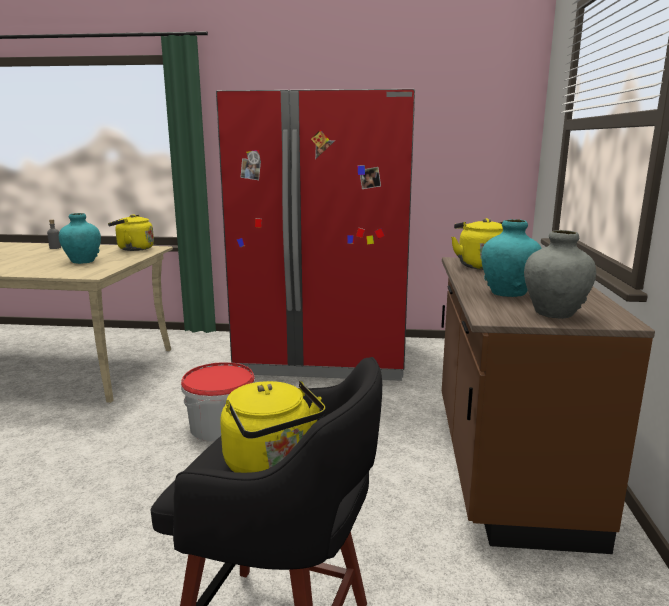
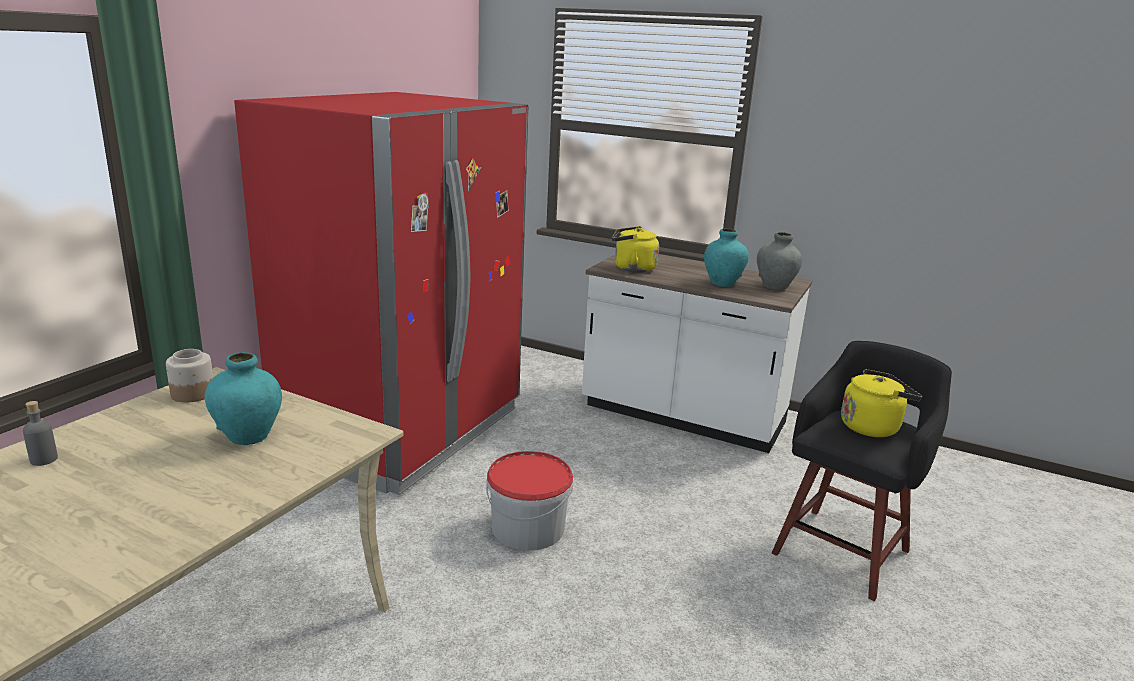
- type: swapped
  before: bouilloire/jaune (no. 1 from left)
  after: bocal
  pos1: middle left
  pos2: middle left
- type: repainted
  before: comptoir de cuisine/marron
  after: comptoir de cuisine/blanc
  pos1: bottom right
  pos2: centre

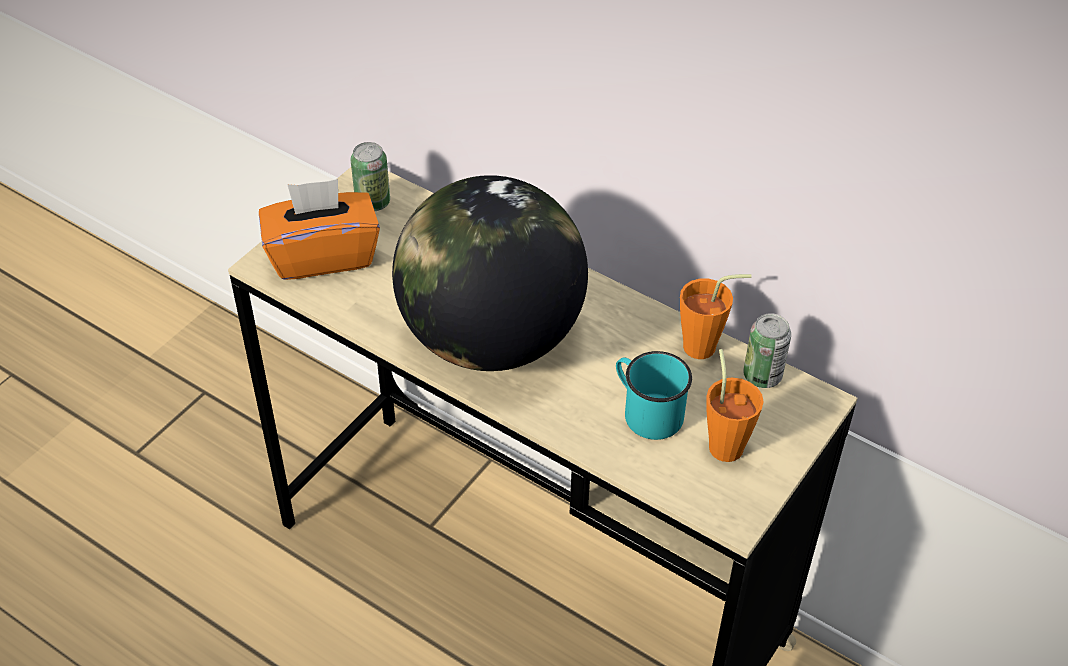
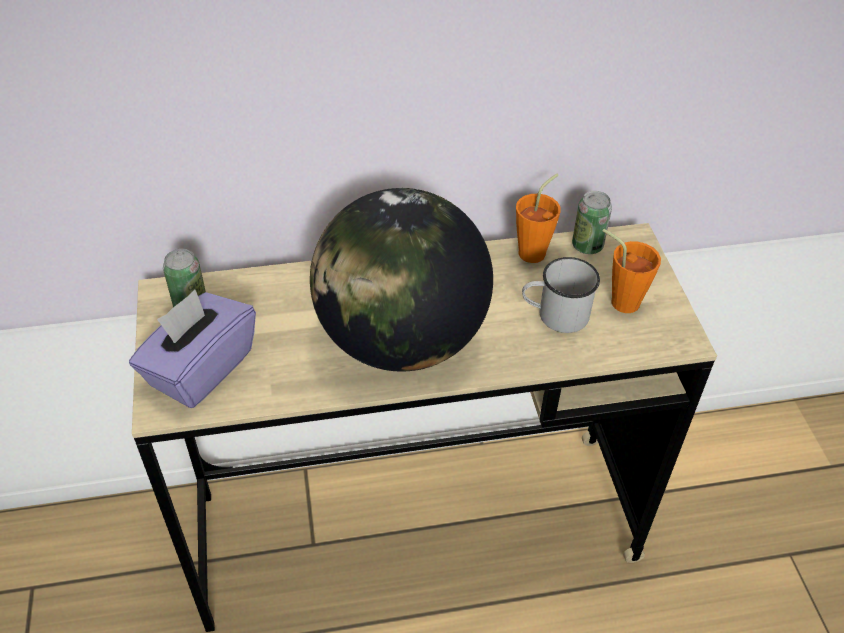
- type: repainted
  before: boîte à mouchoirs/orange
  after: boîte à mouchoirs/violet
  pos1: middle left
  pos2: middle left
- type: repainted
  before: mug/turquoise
  after: mug/blanc
  pos1: centre
  pos2: centre

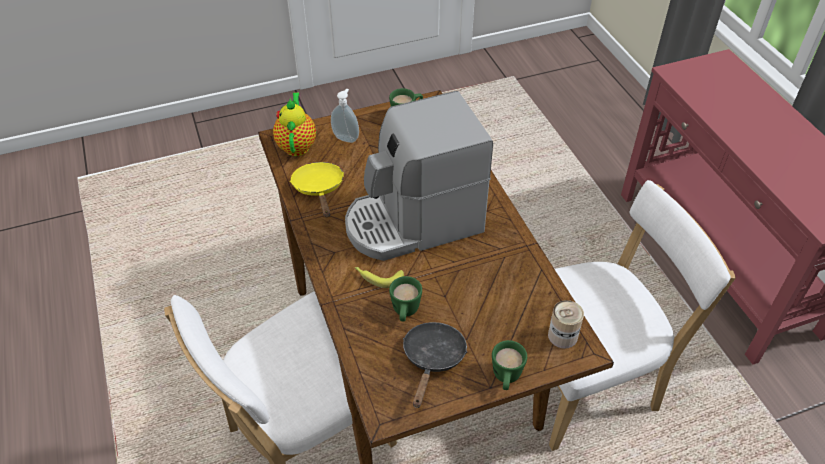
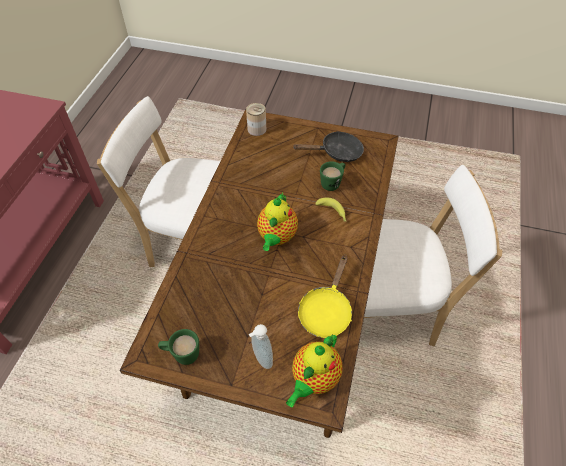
- type: swapped
  before: machine à café
  after: théière (no. 1 from left)
  pos1: centre
  pos2: centre
- type: rotated
  before: poêle/noir
  pos1: bottom centre
  pos2: top centre
  turn: -150
- type: gone
  before: mug/vert (no. 3 from left)
  pos1: bottom centre

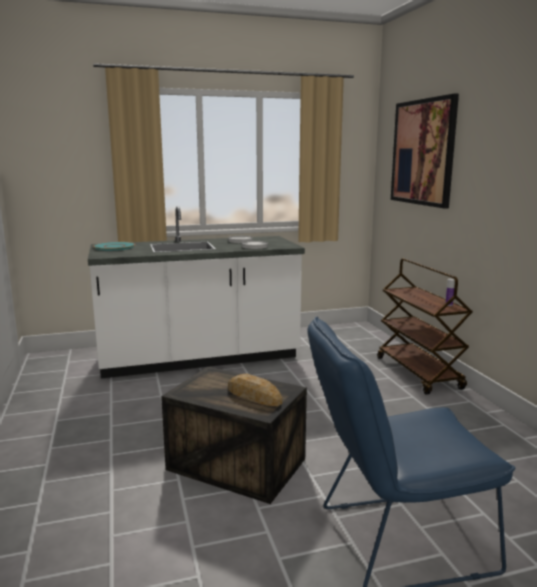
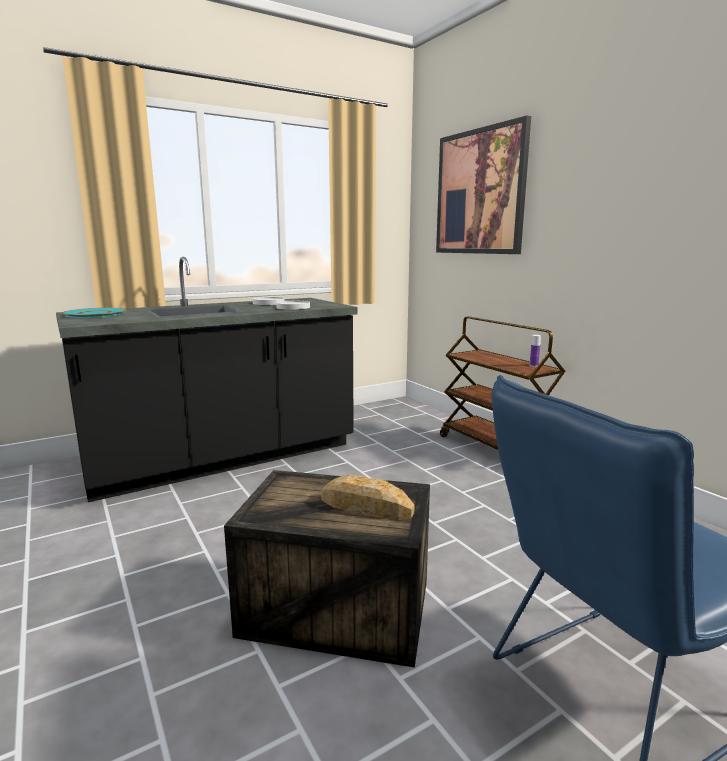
- type: repainted
  before: comptoir de cuisine/blanc
  after: comptoir de cuisine/noir
  pos1: centre
  pos2: middle left

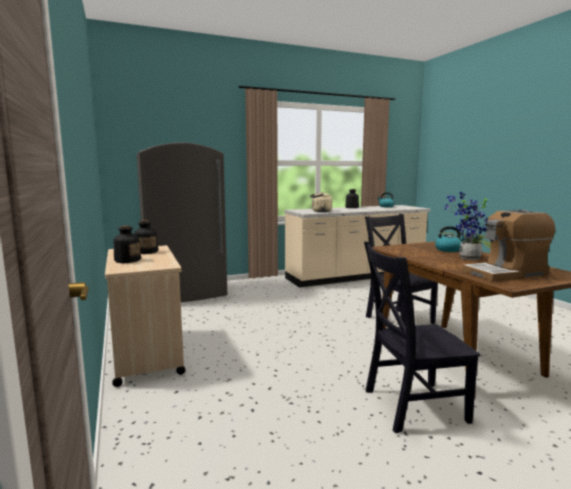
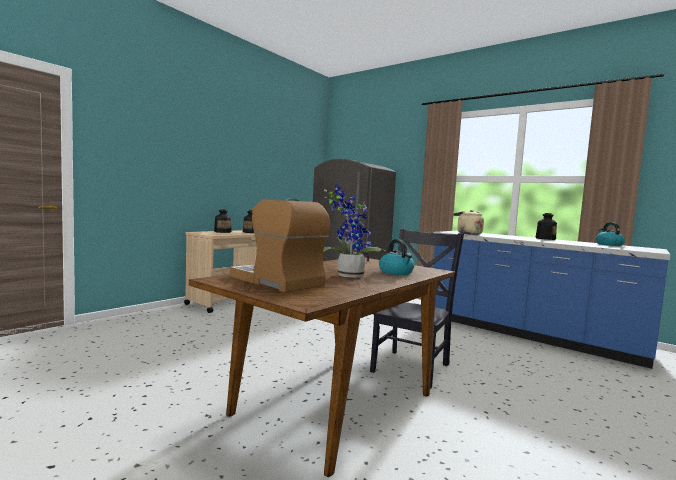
- type: repainted
  before: comptoir de cuisine/beige
  after: comptoir de cuisine/bleu
  pos1: centre
  pos2: middle right
- type: gone
  before: chaise/noir (no. 2 from left)
  pos1: bottom right

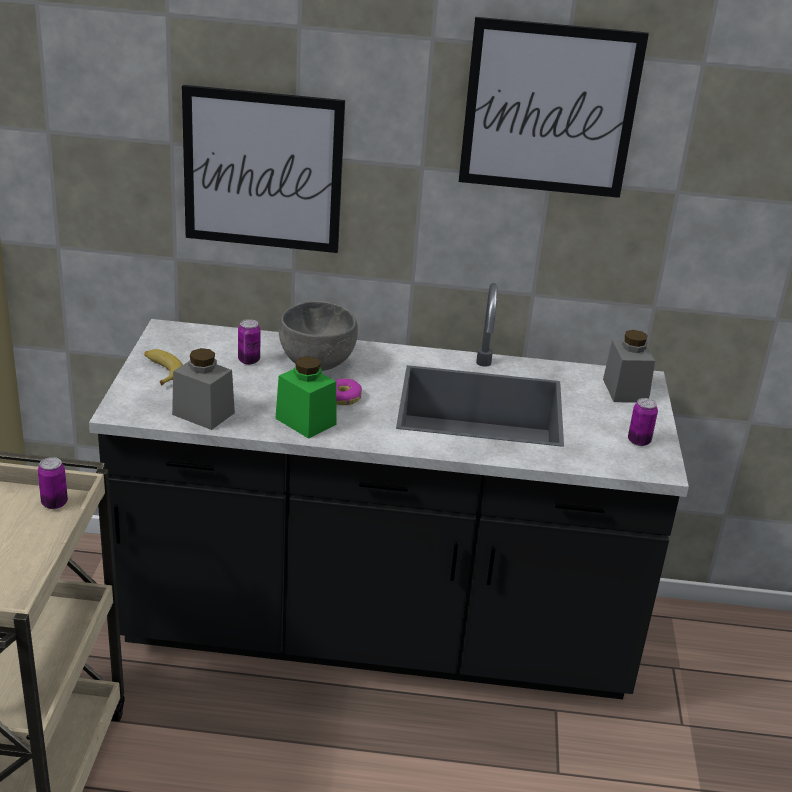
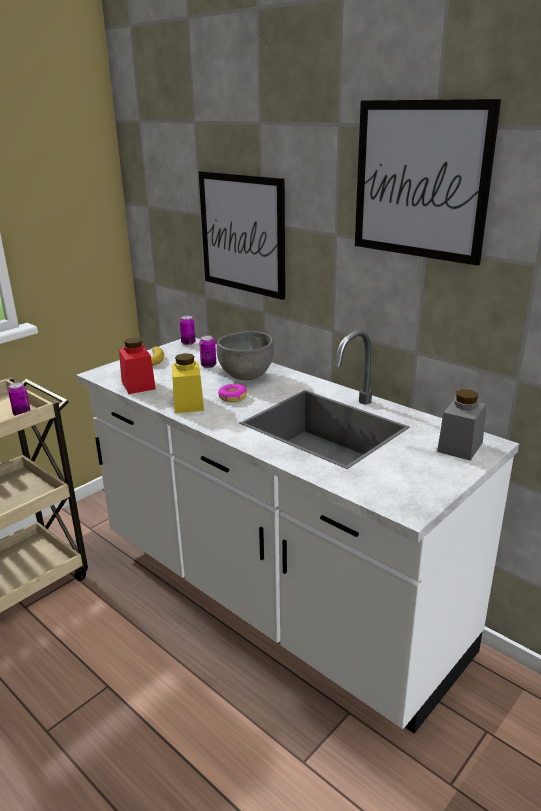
- type: repainted
  before: comptoir de cuisine/noir
  after: comptoir de cuisine/blanc
  pos1: centre
  pos2: centre
- type: repainted
  before: bocal/gris (no. 1 from left)
  after: bocal/rouge
  pos1: middle left
  pos2: middle left
- type: repainted
  before: bocal/vert
  after: bocal/jaune
  pos1: centre
  pos2: centre
- type: shifted
  before: boîte métallique (no. 3 from left in the first image)
  after: boîte métallique (no. 2 from left)
  pos1: middle right
  pos2: centre

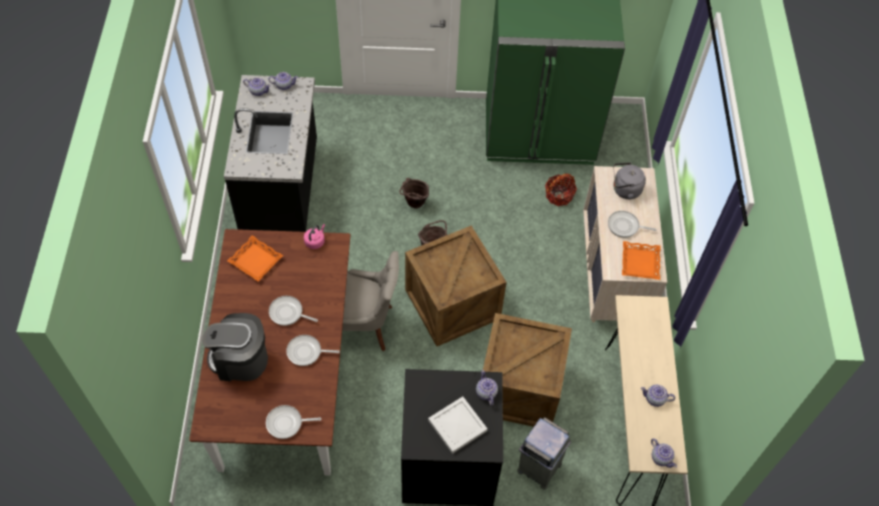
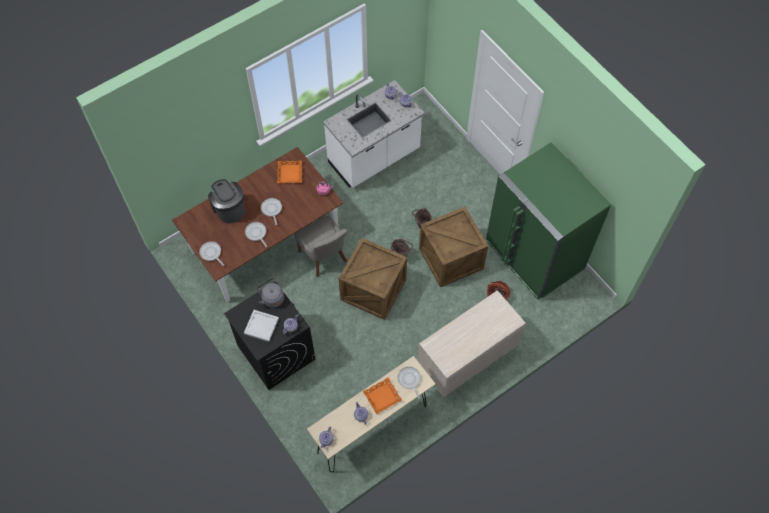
- type: repainted
  before: comptoir de cuisine/noir
  after: comptoir de cuisine/blanc
  pos1: top left
  pos2: top centre
- type: shifted
  before: bouilloire/gris
  pos1: middle right
  pos2: centre
- type: shifted
  before: poêle (no. 4 from left)
  pos1: middle right
  pos2: bottom centre
- type: shifted
  before: plateau/orange (no. 2 from left)
  pos1: middle right
  pos2: bottom centre
- type: shifted
  before: caisse (no. 2 from left)
  pos1: bottom centre
  pos2: centre
- type: gone
  before: poubelle/gris
  pos1: bottom centre

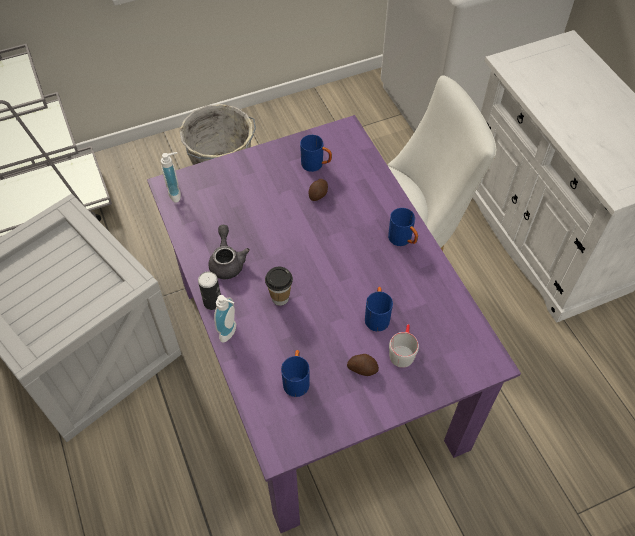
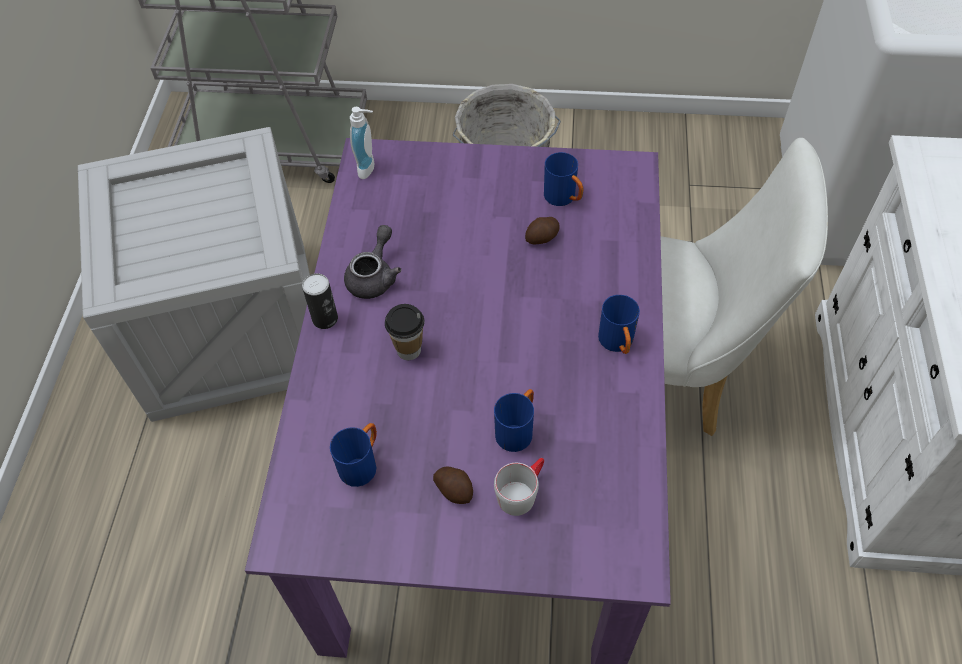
- type: gone
  before: distributeur de savon (no. 2 from left)
  pos1: centre

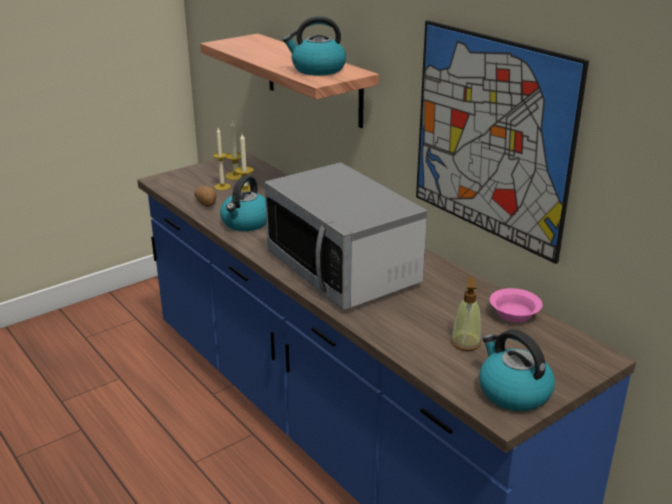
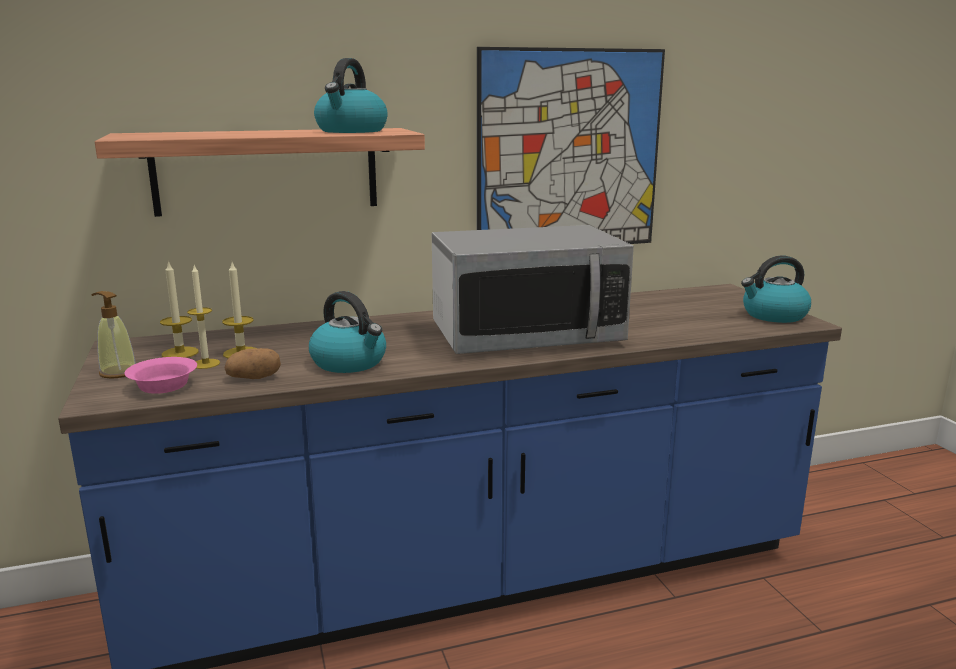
- type: shifted
  before: distributeur de savon
  pos1: middle right
  pos2: middle left
- type: shifted
  before: bol/rose
  pos1: middle right
  pos2: middle left

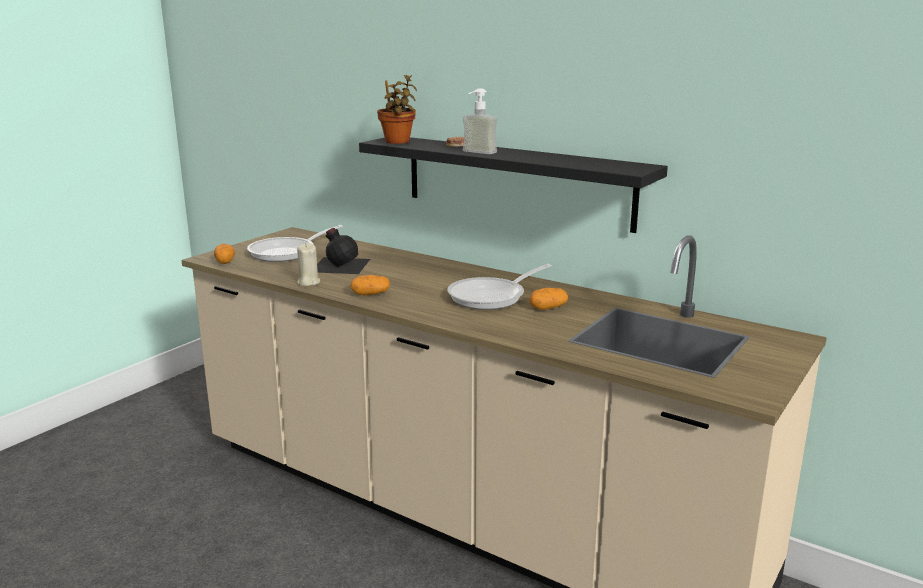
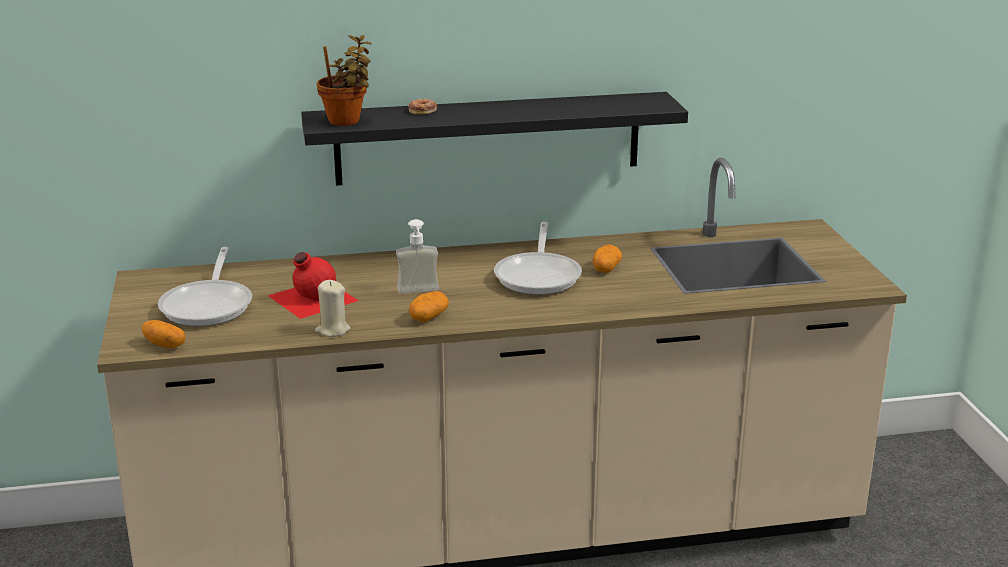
- type: shifted
  before: distributeur de savon
  pos1: top centre
  pos2: centre
- type: repainted
  before: bouteille/noir
  after: bouteille/rouge
  pos1: centre
  pos2: middle left

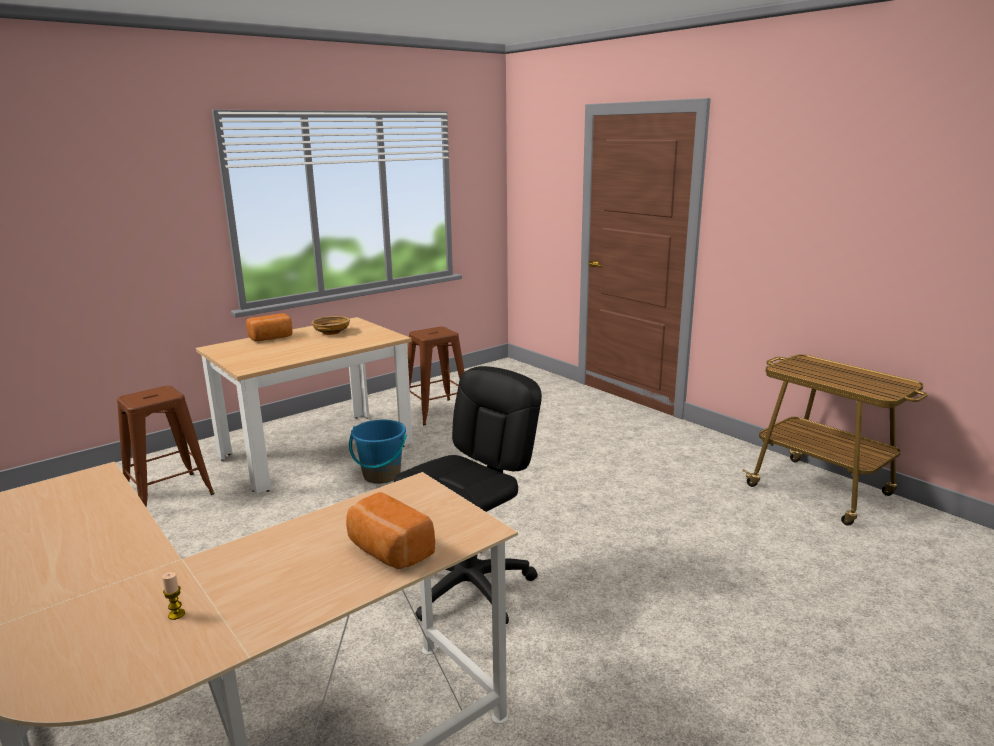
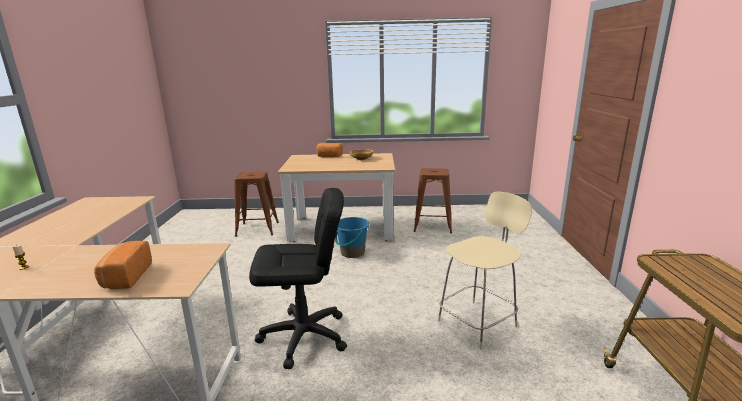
- type: new
  after: chaise/beige
  pos2: bottom centre

